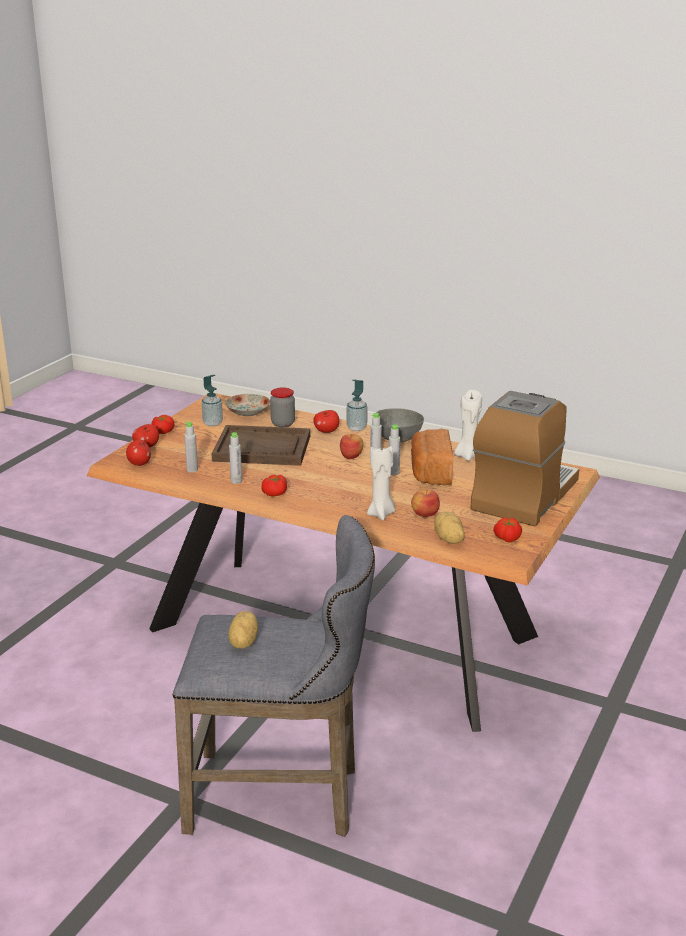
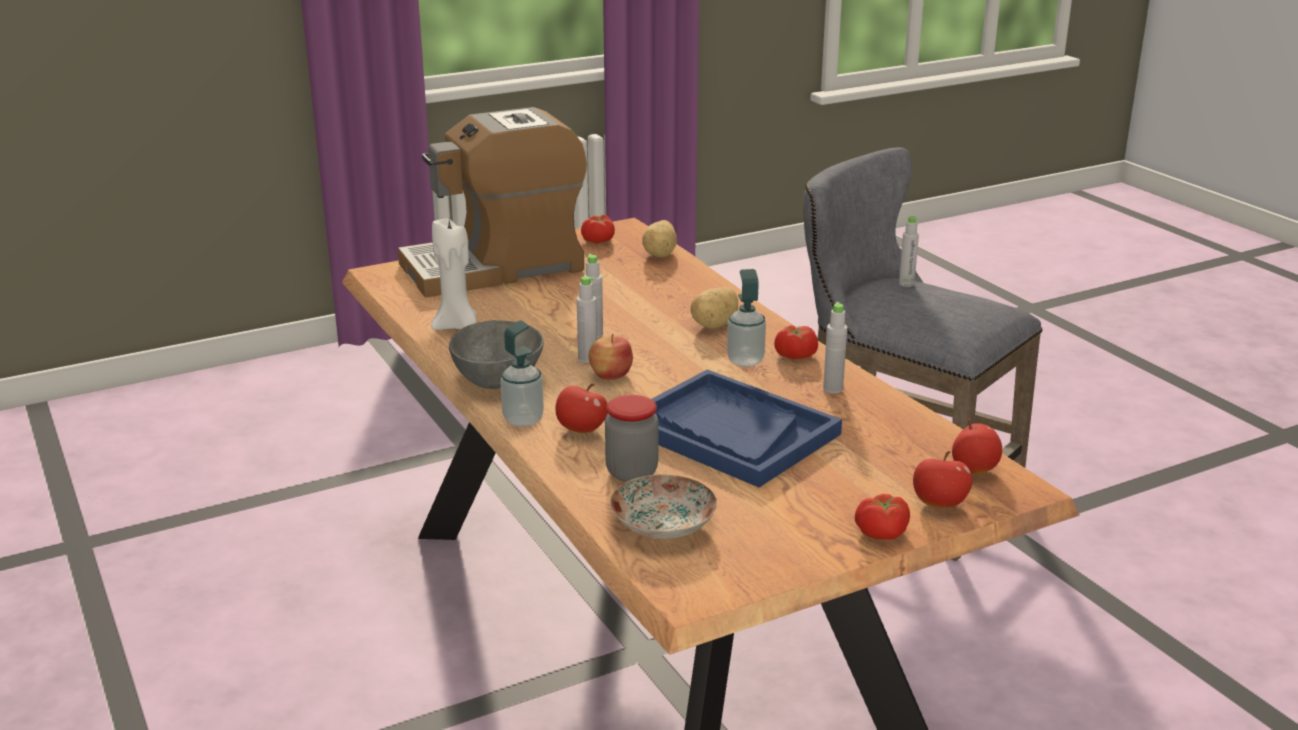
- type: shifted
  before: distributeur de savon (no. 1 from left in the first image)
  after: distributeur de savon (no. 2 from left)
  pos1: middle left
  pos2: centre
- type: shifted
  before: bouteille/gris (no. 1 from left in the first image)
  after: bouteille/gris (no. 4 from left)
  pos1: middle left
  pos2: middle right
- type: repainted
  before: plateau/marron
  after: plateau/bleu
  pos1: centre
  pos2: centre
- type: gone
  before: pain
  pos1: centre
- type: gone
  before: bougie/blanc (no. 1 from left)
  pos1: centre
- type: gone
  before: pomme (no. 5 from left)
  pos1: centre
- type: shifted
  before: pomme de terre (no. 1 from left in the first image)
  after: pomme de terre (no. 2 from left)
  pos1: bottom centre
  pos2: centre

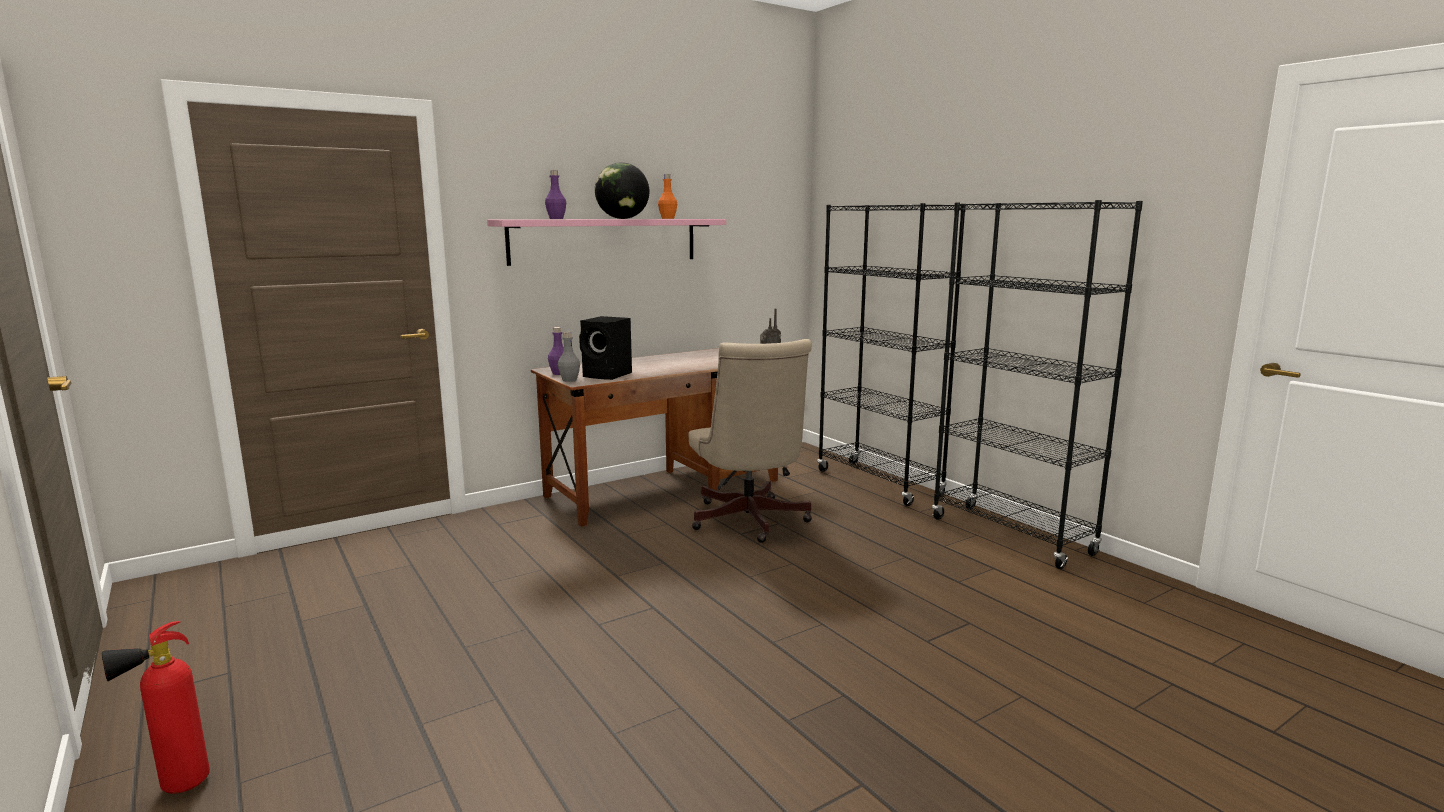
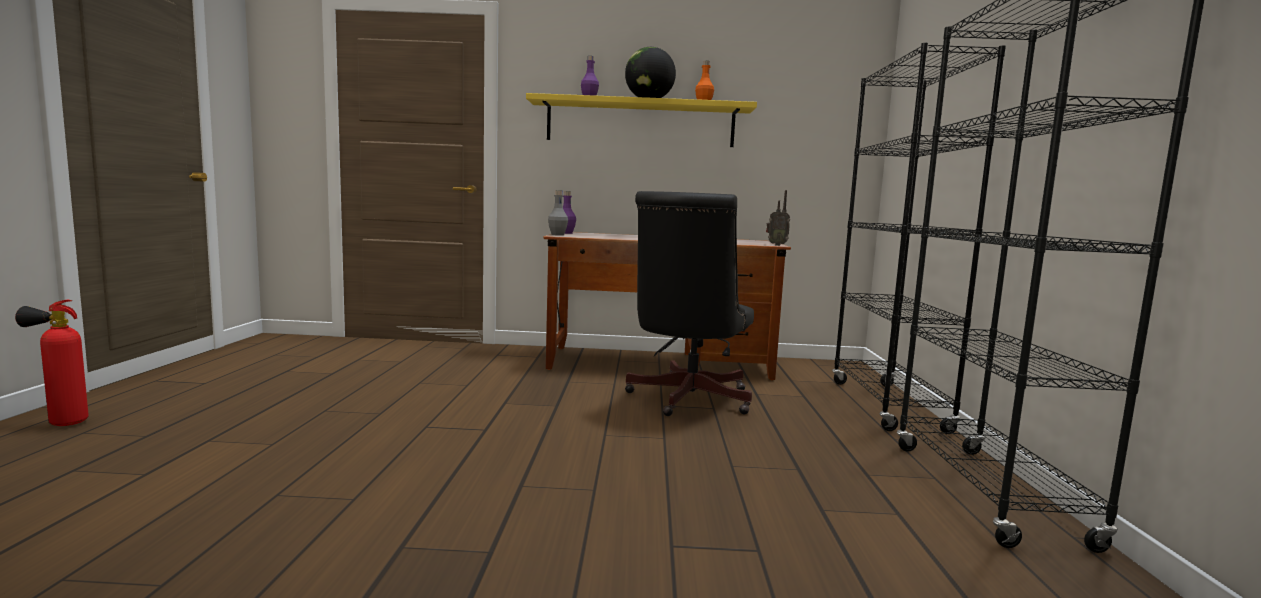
- type: repainted
  before: étagère/rose
  after: étagère/jaune
  pos1: top centre
  pos2: top centre
- type: gone
  before: enceinte/noir
  pos1: centre
- type: repainted
  before: chaise de bureau/beige
  after: chaise de bureau/noir
  pos1: centre
  pos2: centre

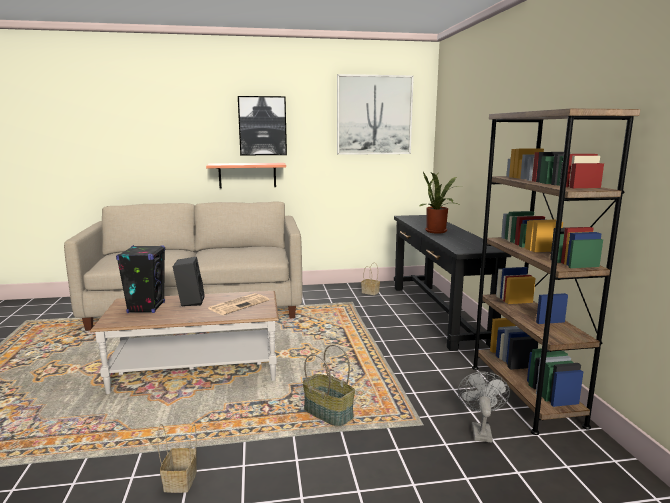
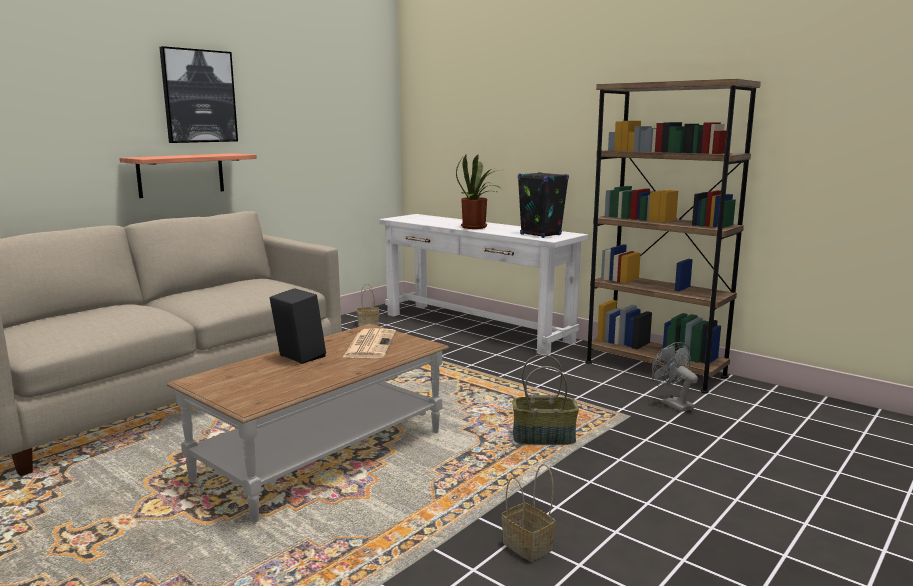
- type: gone
  before: tableau (no. 2 from left)
  pos1: top centre
- type: repainted
  before: table console/noir
  after: table console/blanc
  pos1: middle right
  pos2: centre
- type: shifted
  before: enceinte/noir (no. 1 from left in the first image)
  after: enceinte/noir (no. 2 from left)
  pos1: middle left
  pos2: centre

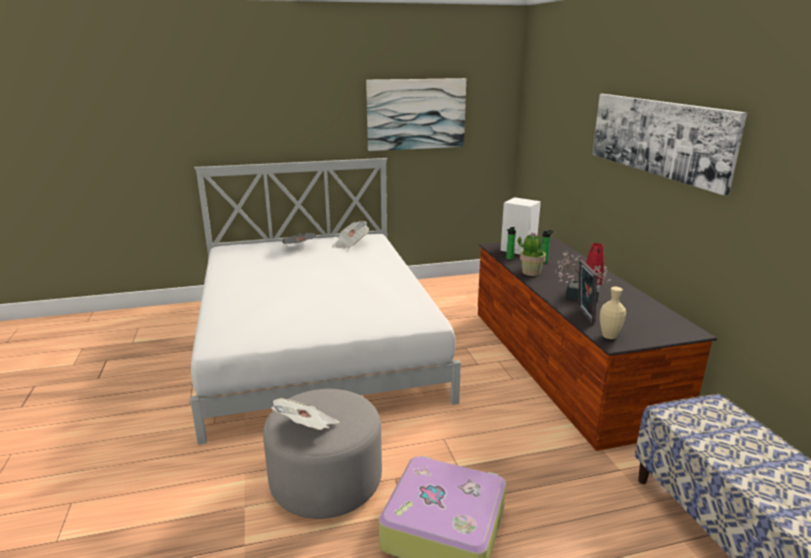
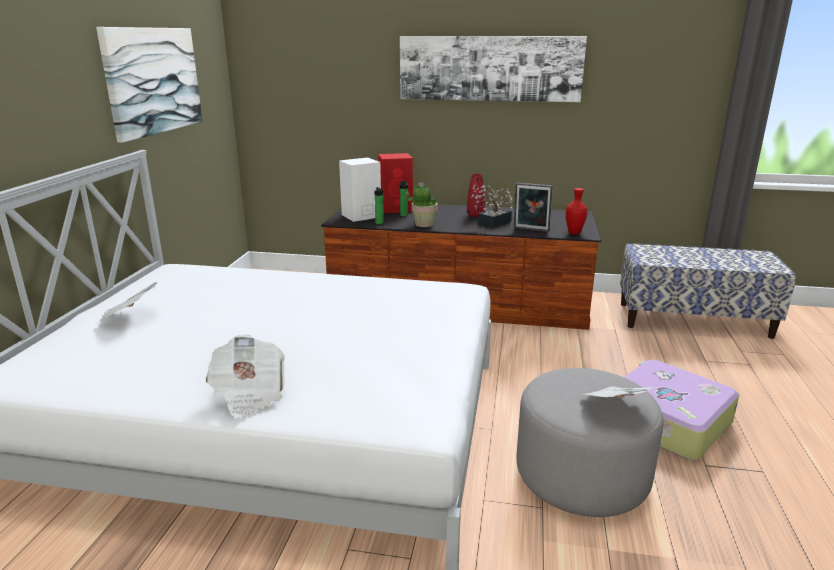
- type: shifted
  before: journal (no. 3 from left in the first image)
  after: journal (no. 2 from left)
  pos1: centre
  pos2: middle left
- type: repainted
  before: vase/beige
  after: vase/rouge (no. 2 from left)
  pos1: middle right
  pos2: middle right
- type: new
  after: enceinte/rouge
  pos2: top centre

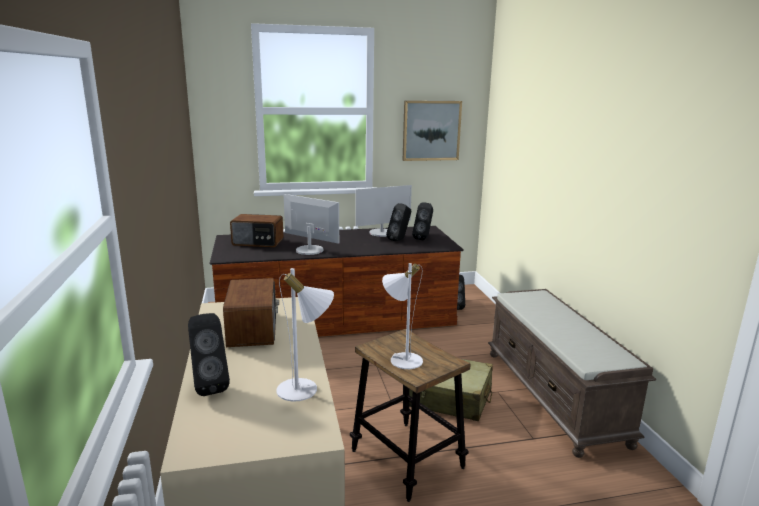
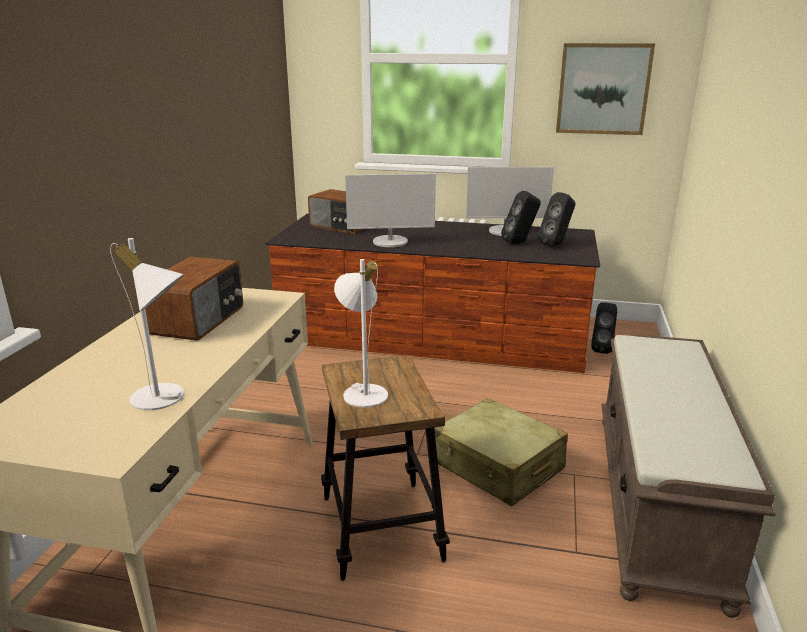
- type: rotated
  before: écran d'ordinateur (no. 1 from left)
  pos1: centre
  pos2: top centre
  turn: 120
- type: gone
  before: enceinte/noir (no. 1 from left)
  pos1: bottom left

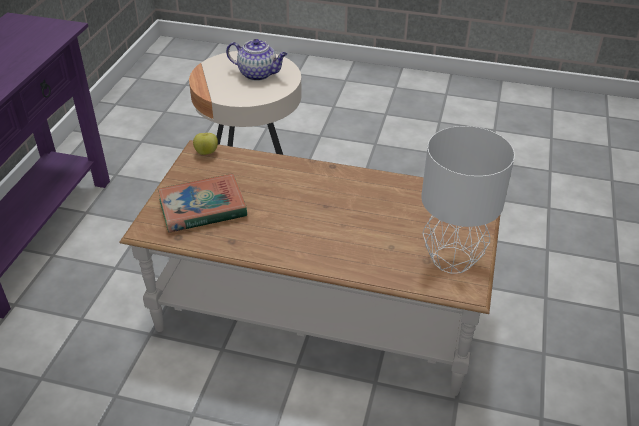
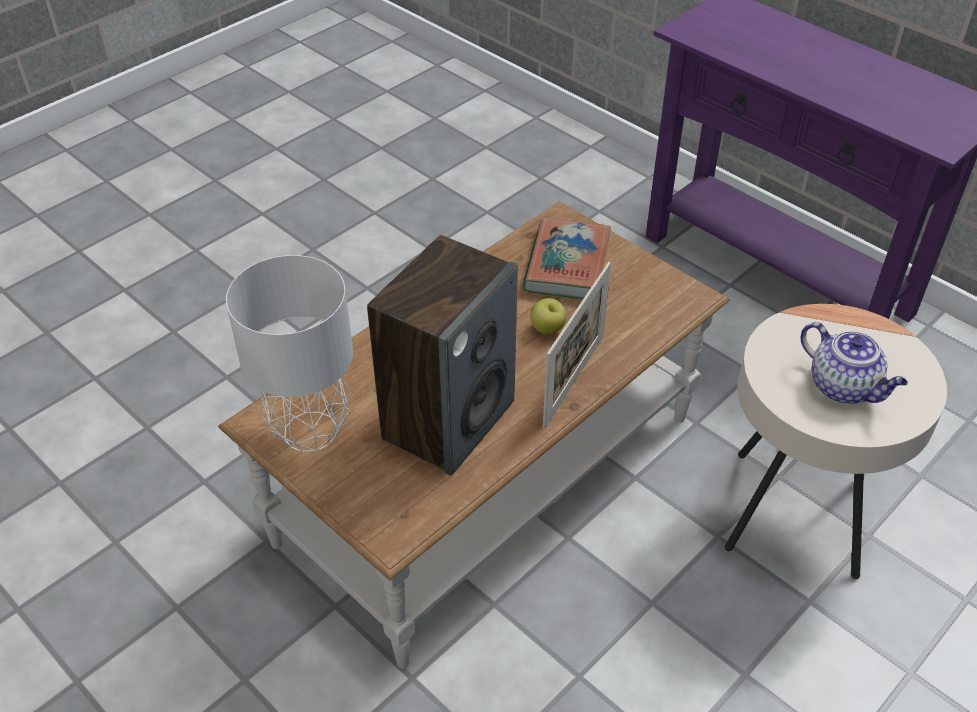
- type: rotated
  before: théière
  pos1: top centre
  pos2: middle right
  turn: -90
- type: shifted
  before: pomme
  pos1: middle left
  pos2: centre
- type: new
  after: enceinte
  pos2: centre
- type: new
  after: cadre photo
  pos2: centre

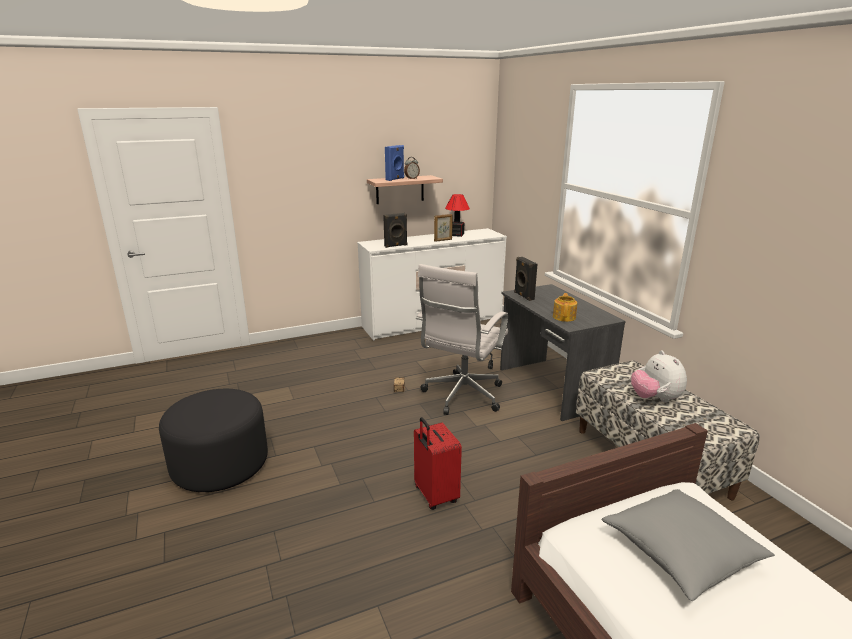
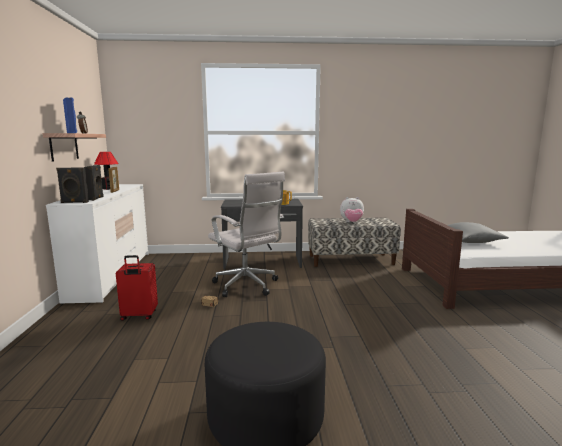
- type: shifted
  before: enceinte/noir (no. 2 from left in the first image)
  after: enceinte/noir (no. 1 from left)
  pos1: centre
  pos2: middle left
- type: shifted
  before: valise/rouge
  pos1: bottom centre
  pos2: middle left

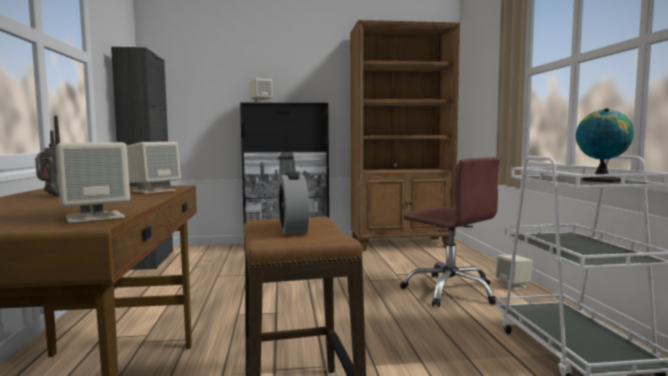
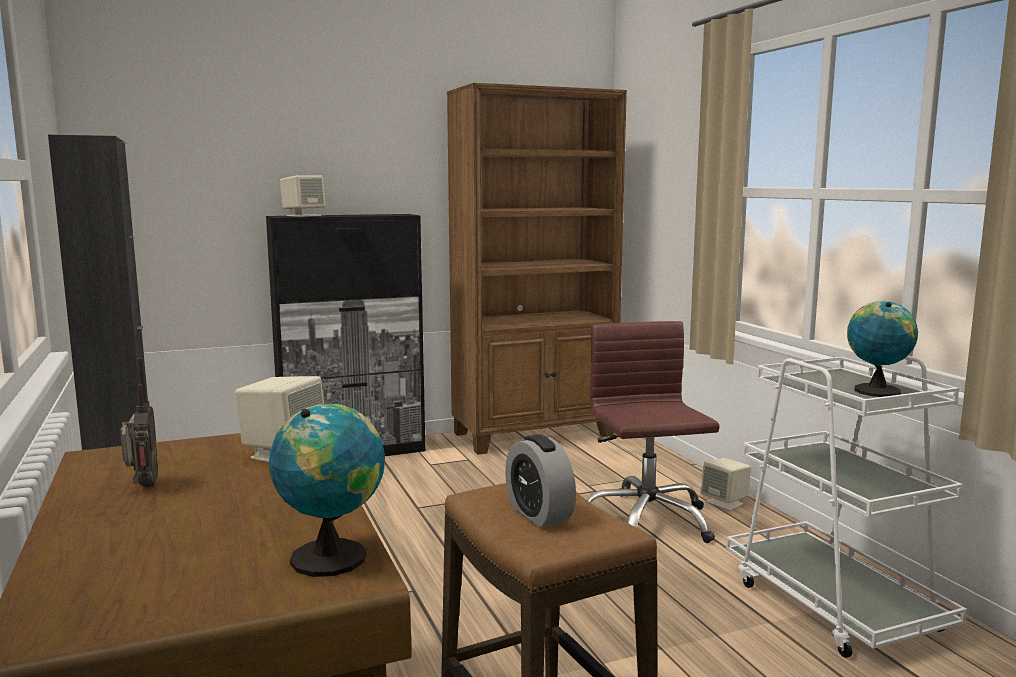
- type: swapped
  before: enceinte/beige (no. 1 from left)
  after: globe (no. 1 from left)
  pos1: middle left
  pos2: bottom left
- type: rotated
  before: chaise de bureau/marron
  pos1: middle right
  pos2: centre
  turn: -135

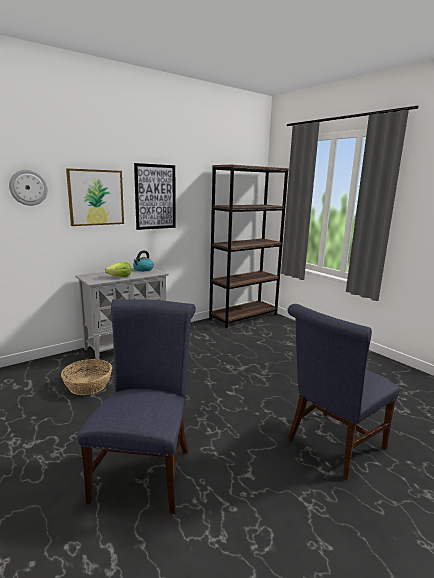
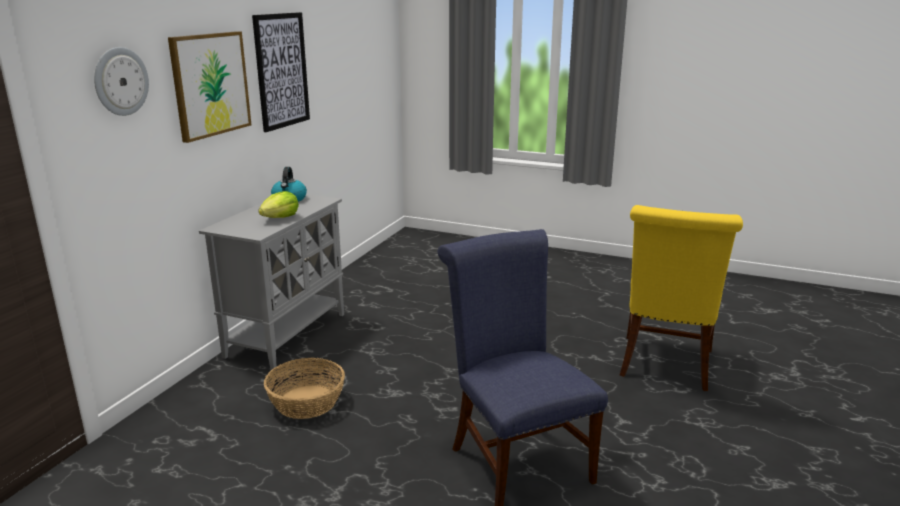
- type: gone
  before: bibliothèque/marron
  pos1: centre
- type: repainted
  before: chaise/bleu (no. 2 from left)
  after: chaise/jaune
  pos1: bottom right
  pos2: middle right

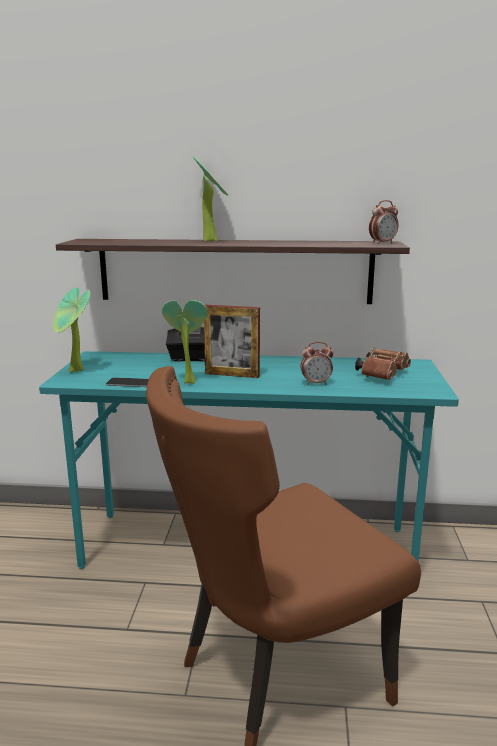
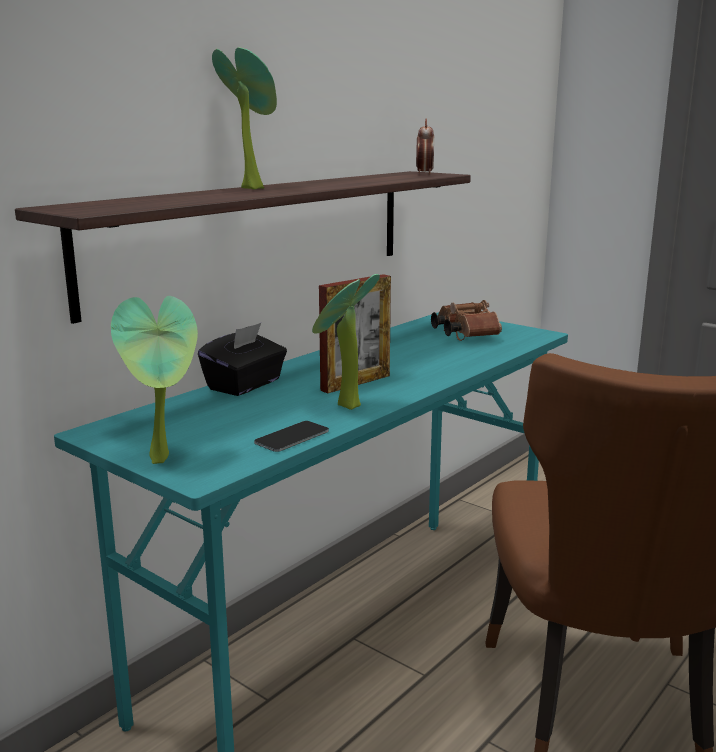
- type: gone
  before: réveil (no. 1 from left)
  pos1: centre

